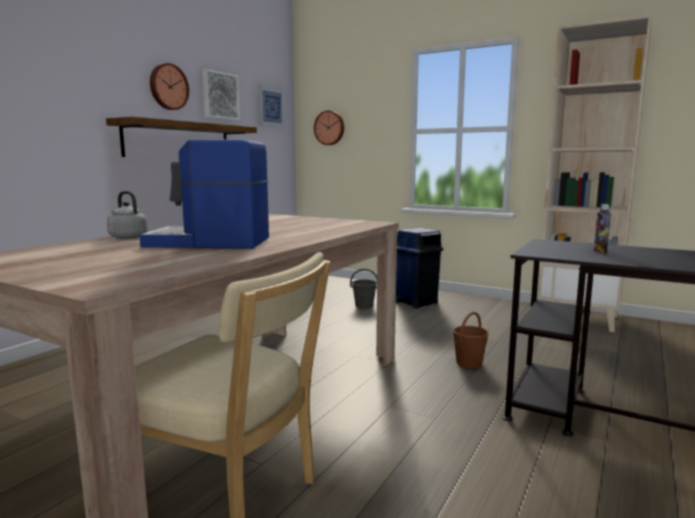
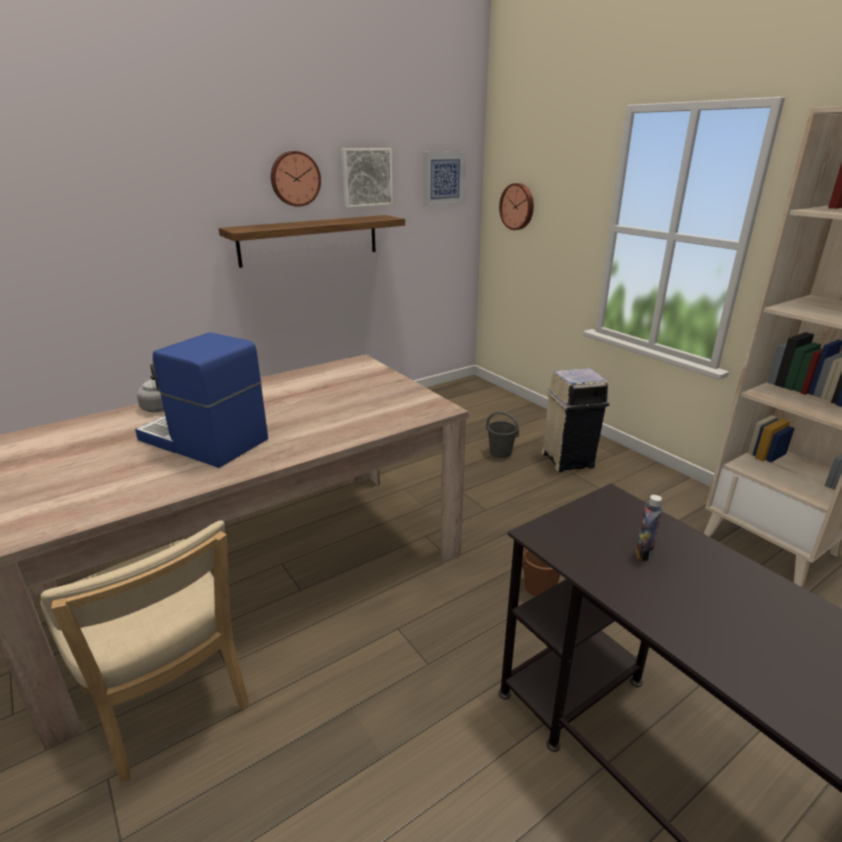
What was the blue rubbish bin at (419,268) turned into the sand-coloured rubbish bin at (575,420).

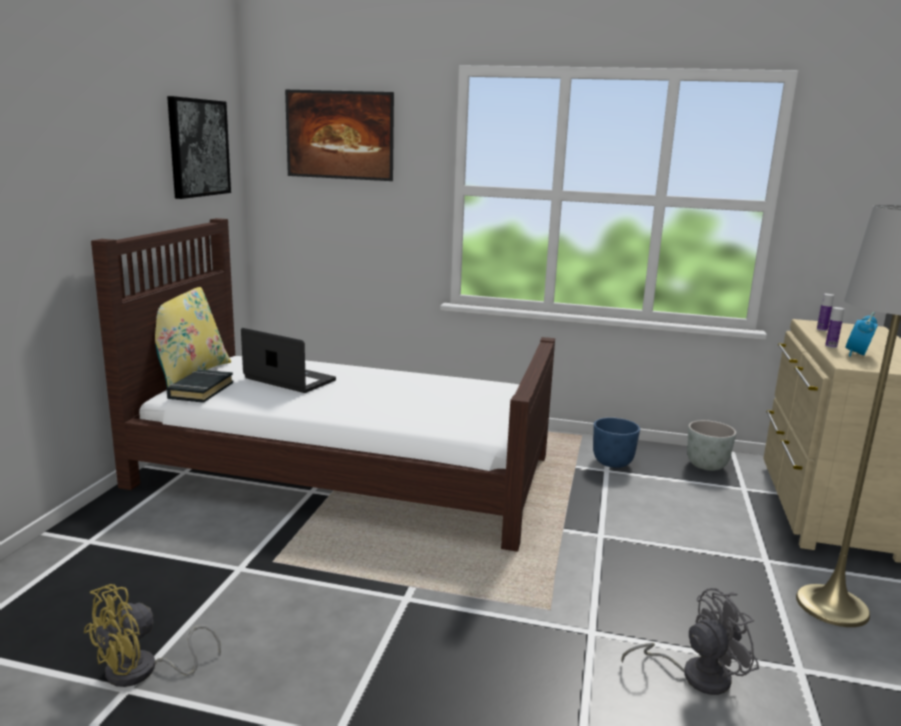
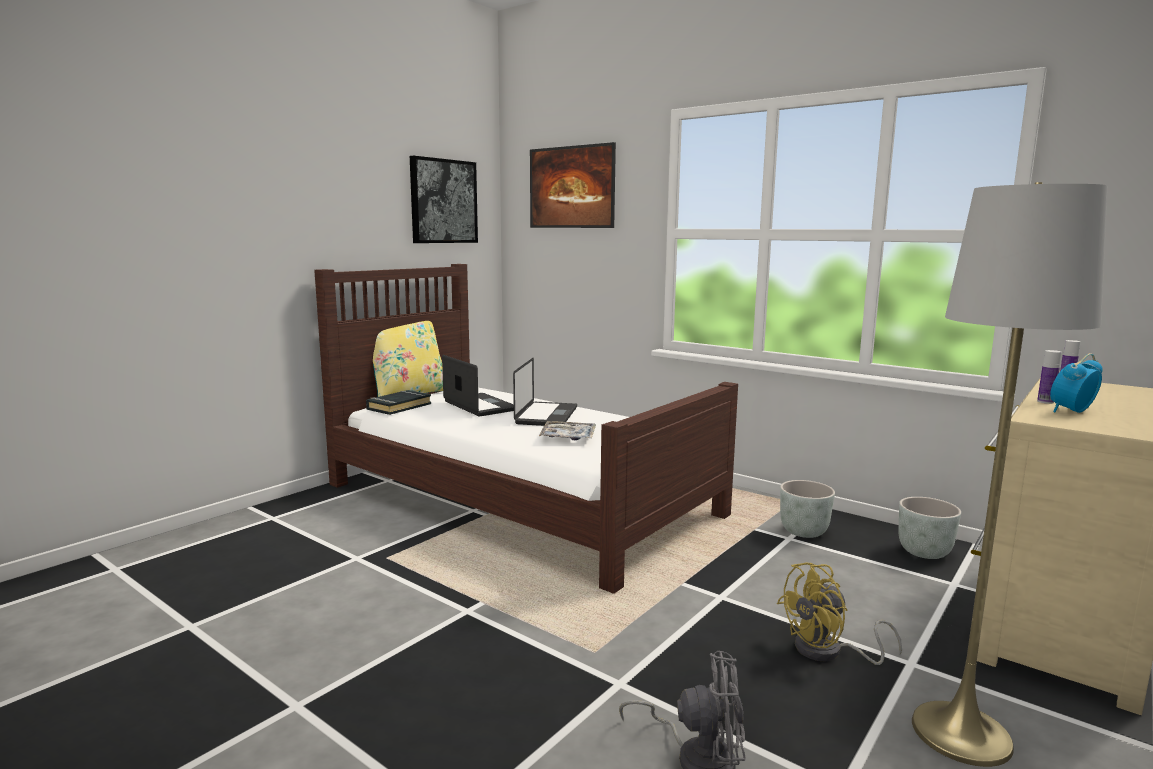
The second view gained the laptop at (545,392).
The second view gained the serving tray at (567,430).
The yellow-coloured cooling fan ended up elsewhere, having gone from (152,635) to (839,614).
What was the blue planter at (616,442) turned into the grey planter at (807,509).

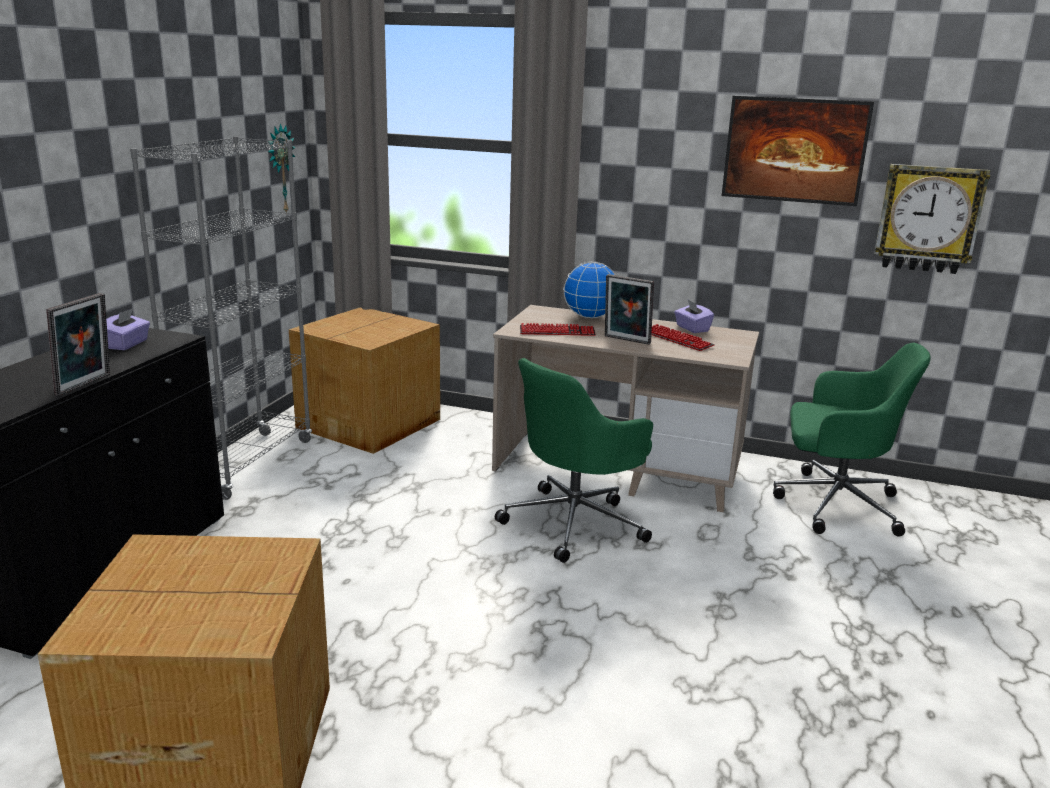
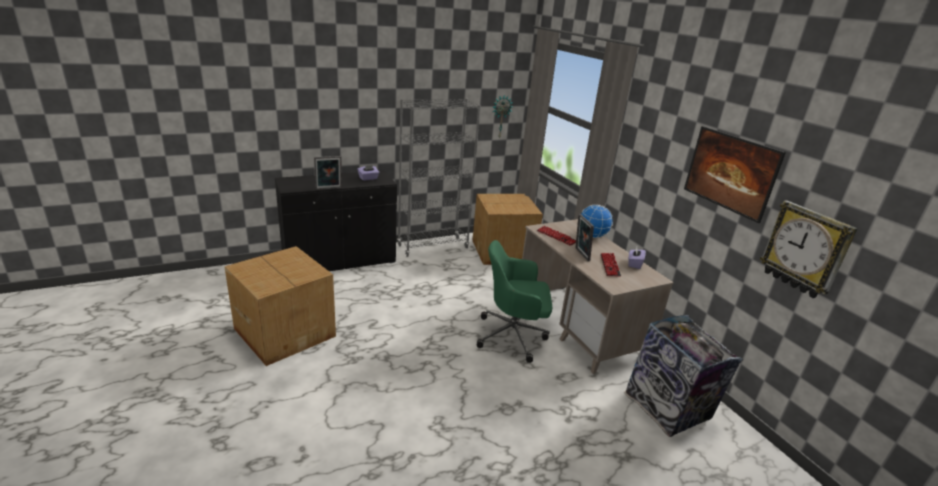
Where the green computer chair stood at (852,440), the rubbish bin came to stand at (683,376).

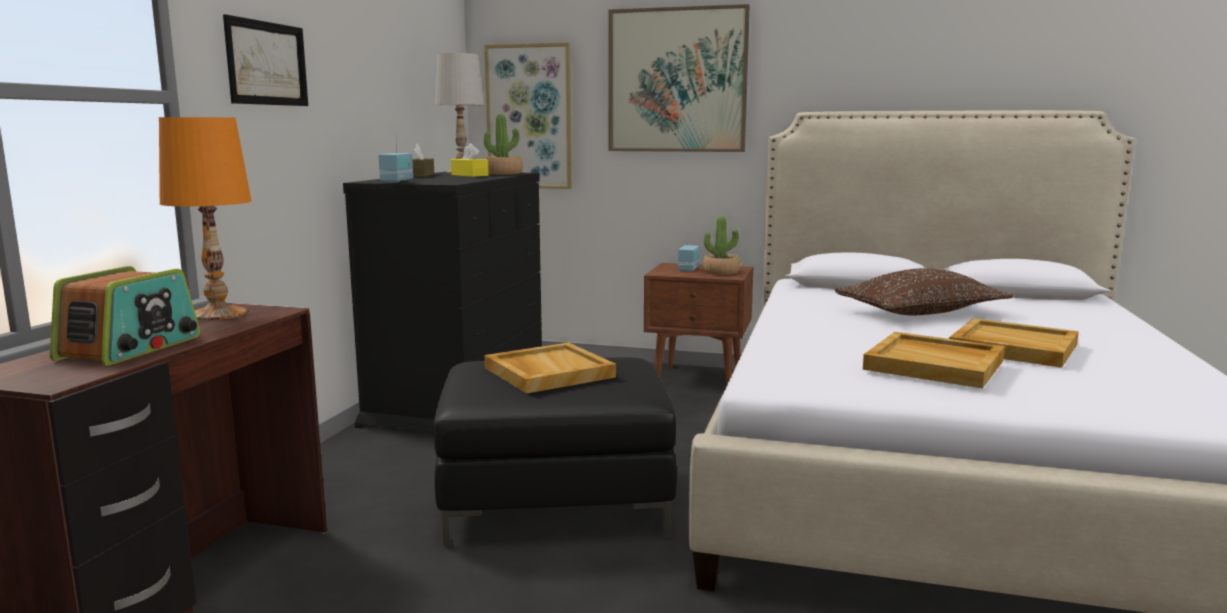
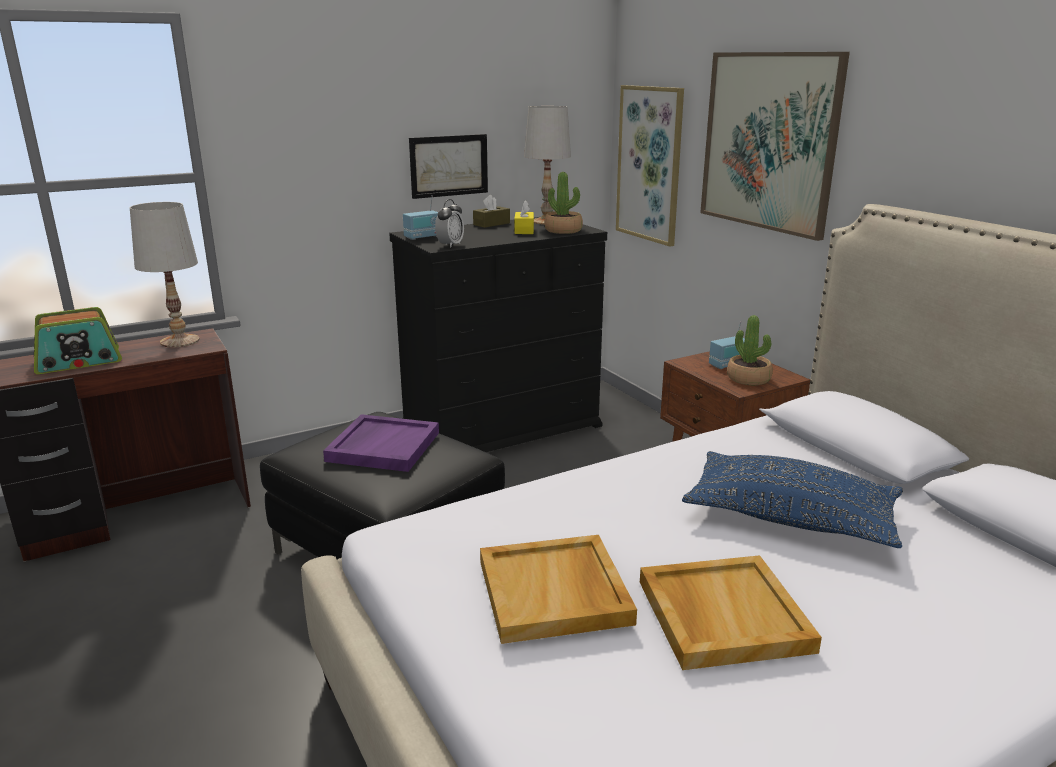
What was the orange-coloured table lamp at (205,218) turned into the white-coloured table lamp at (165,274).
What was the sand-coloured serving tray at (550,368) turned into the purple serving tray at (381,443).
The wall art ended up elsewhere, having gone from (265,60) to (448,166).
The second view gained the alarm clock at (449,223).
What was the brown-coloured pillow at (924,291) turned into the blue pillow at (792,499).

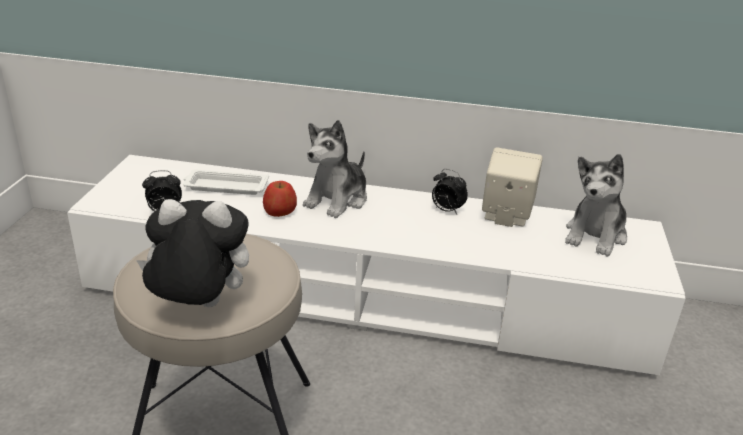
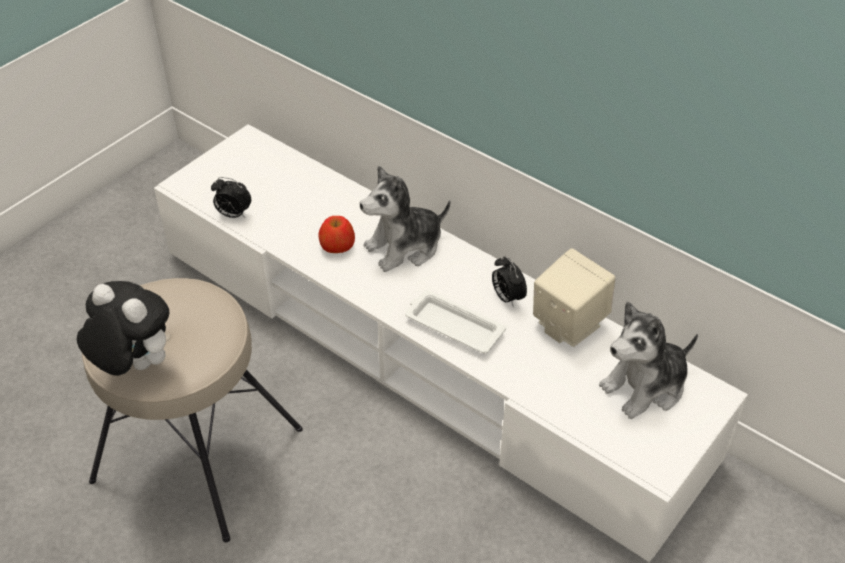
The white-coloured serving tray ended up elsewhere, having gone from (226,182) to (455,322).

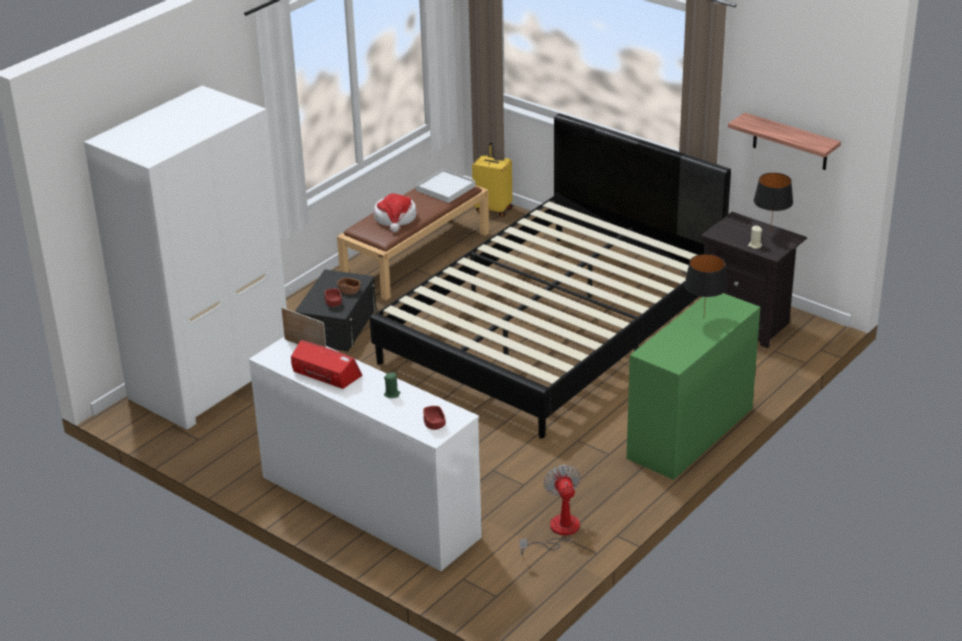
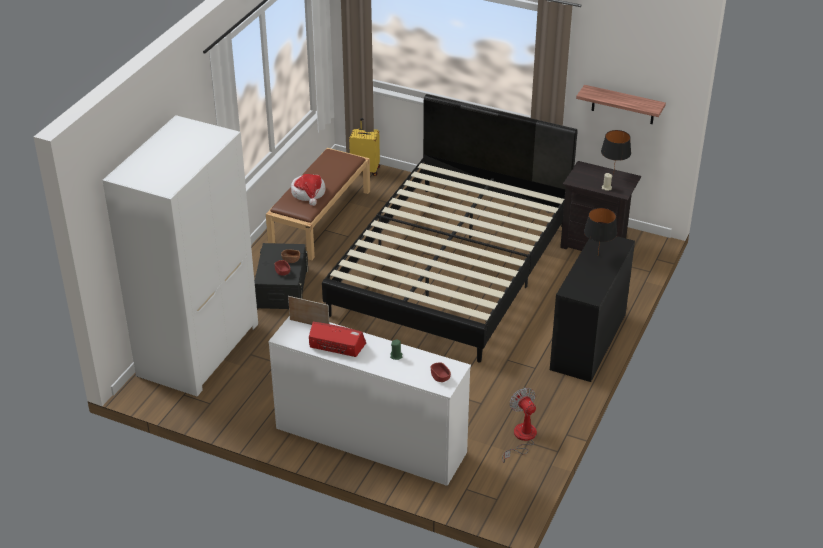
What was the green desk table at (693,386) turned into the blackish desk table at (592,309).
The second view lost the white-coloured serving tray at (445,186).

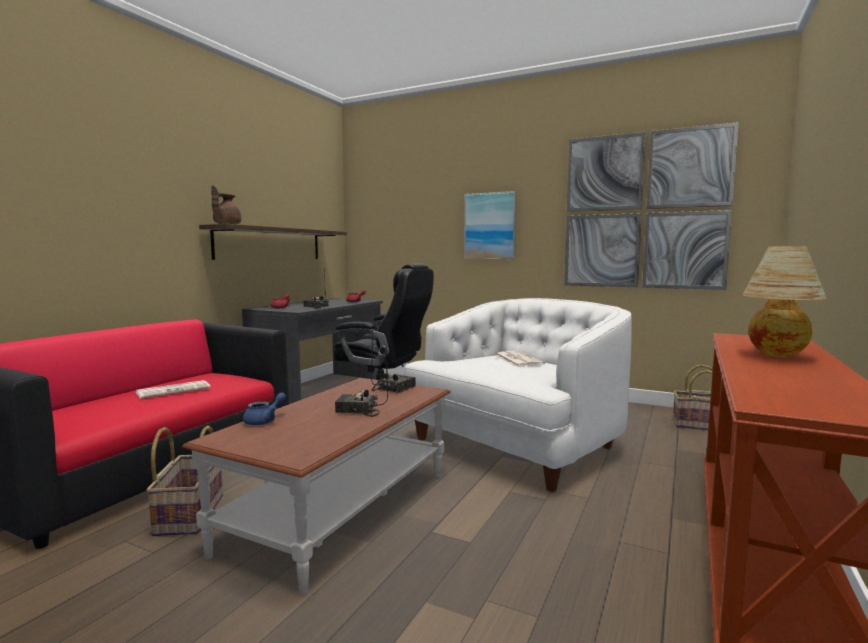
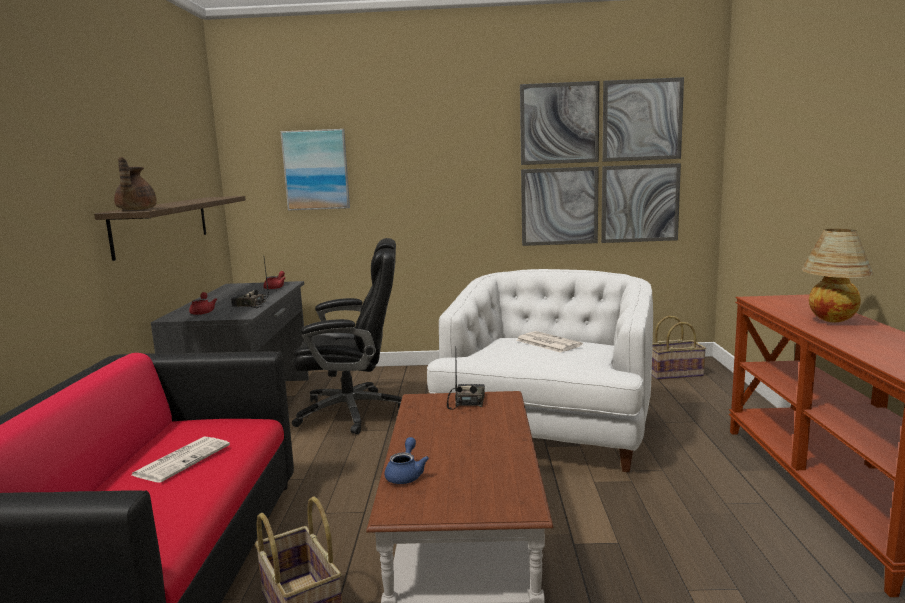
The wall art ended up elsewhere, having gone from (490,225) to (315,170).
The second view lost the radio set at (361,382).

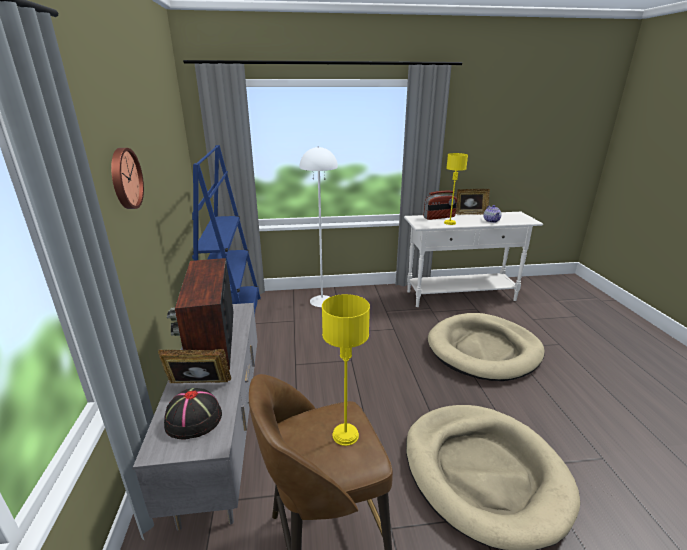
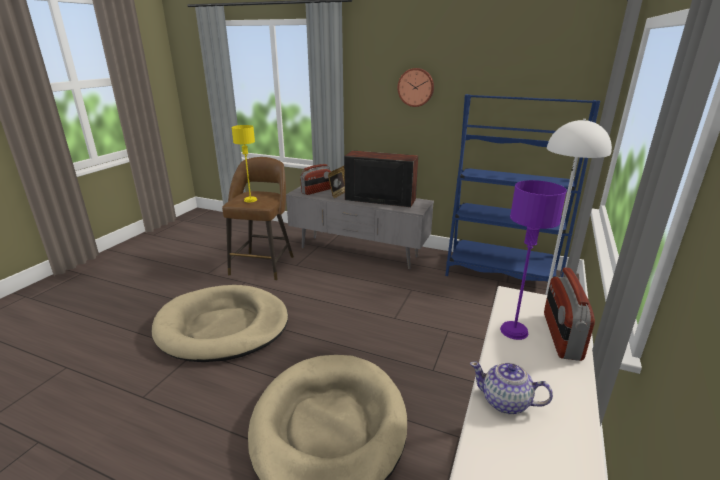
Where the blackish hat stood at (193,413), the radio set came to stand at (315,179).
What was the yellow-coloured table lamp at (456,189) turned into the purple table lamp at (533,260).
The second view lost the picture frame at (473,202).

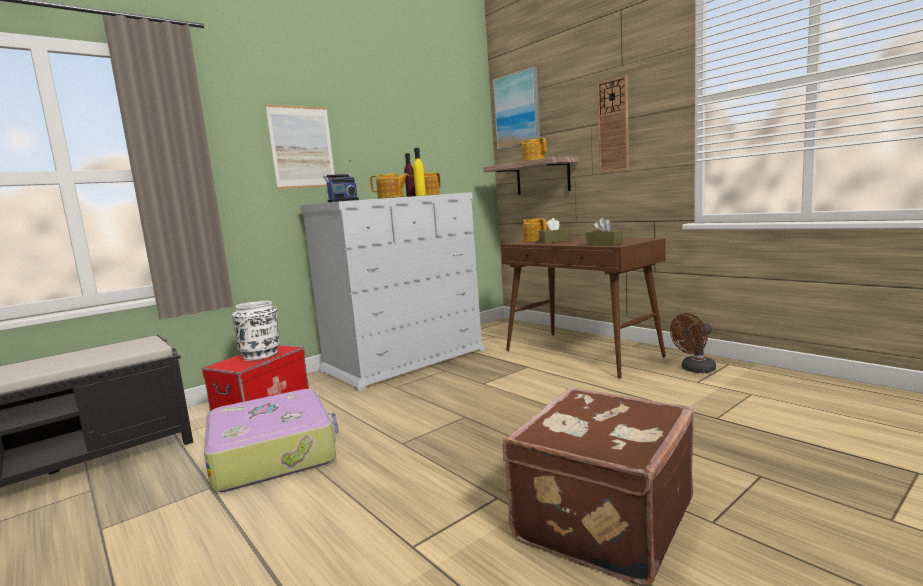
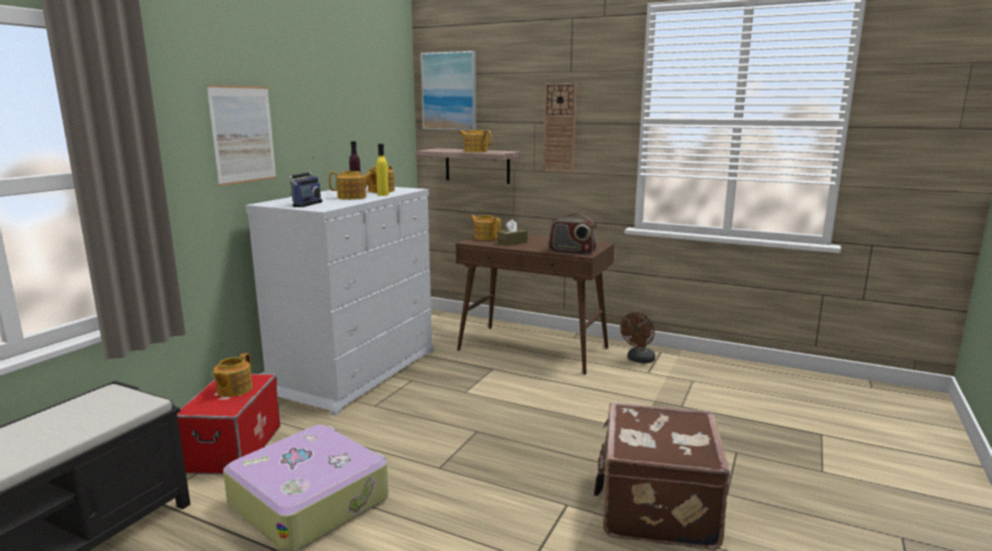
Where the white-coloured vase stood at (256,330), the pot for tea came to stand at (232,375).
Where the brown-coloured tissue holder stood at (604,232), the radio set came to stand at (572,234).

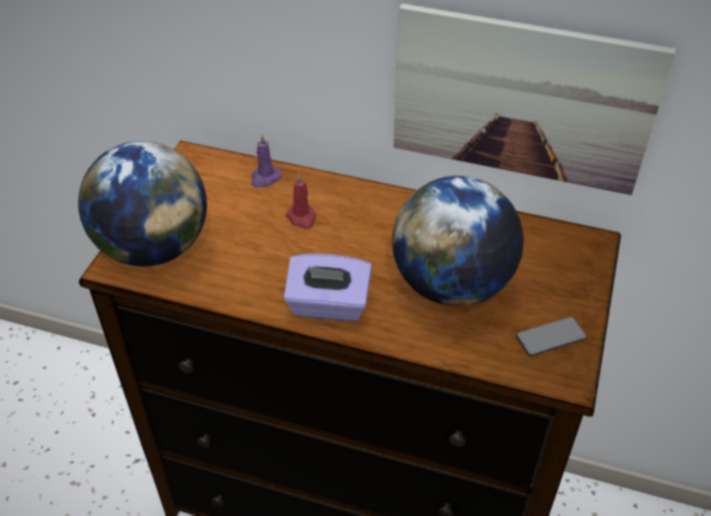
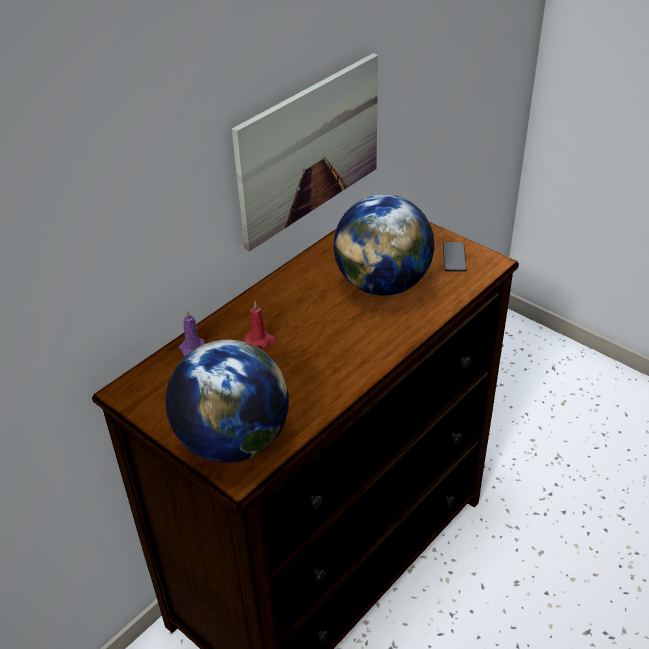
The second view lost the purple tissue holder at (328,287).

